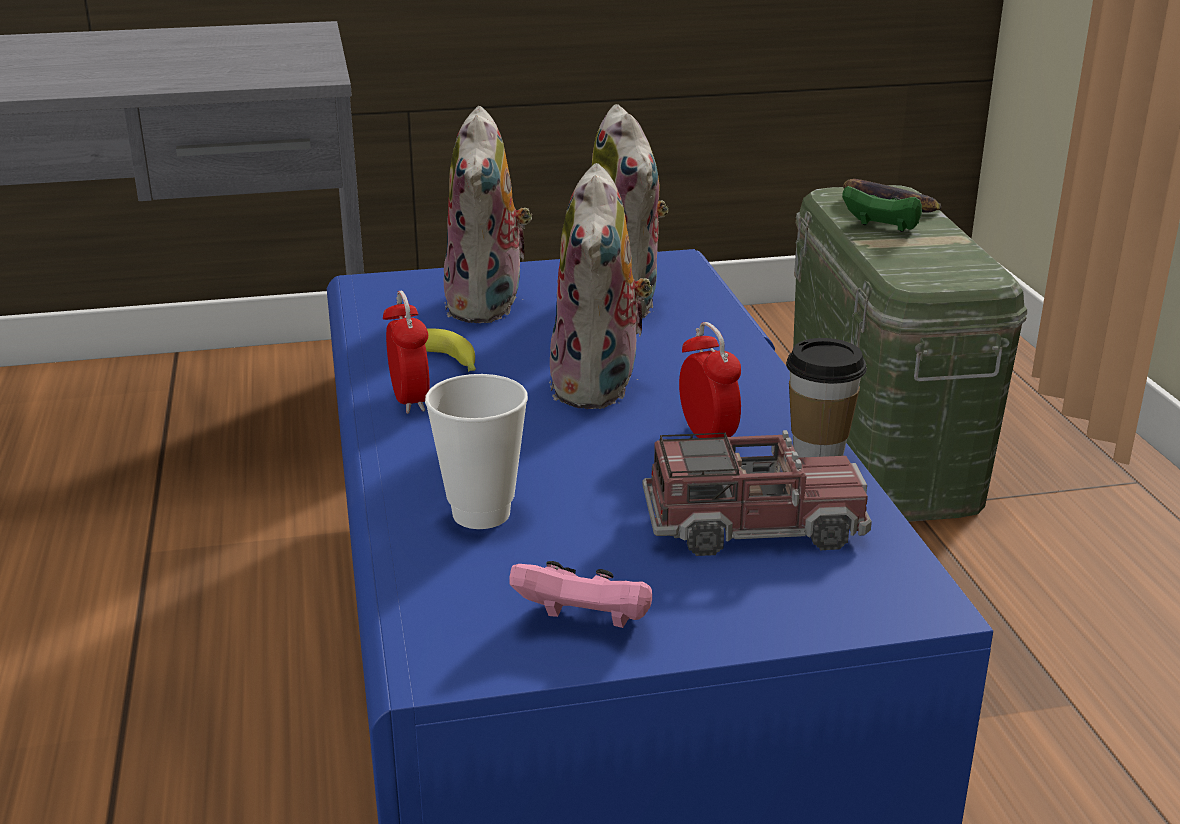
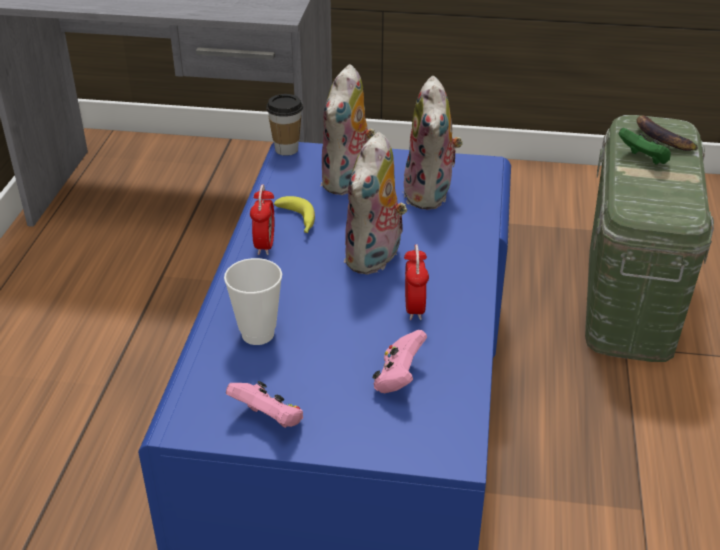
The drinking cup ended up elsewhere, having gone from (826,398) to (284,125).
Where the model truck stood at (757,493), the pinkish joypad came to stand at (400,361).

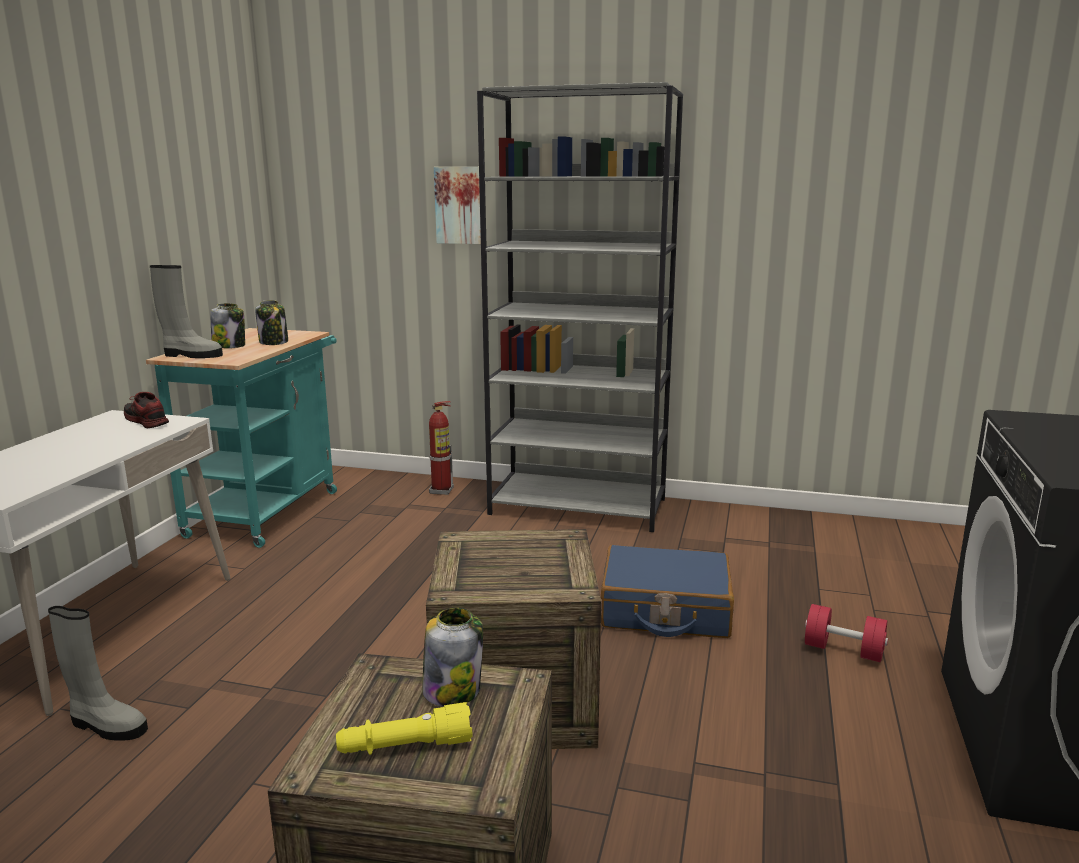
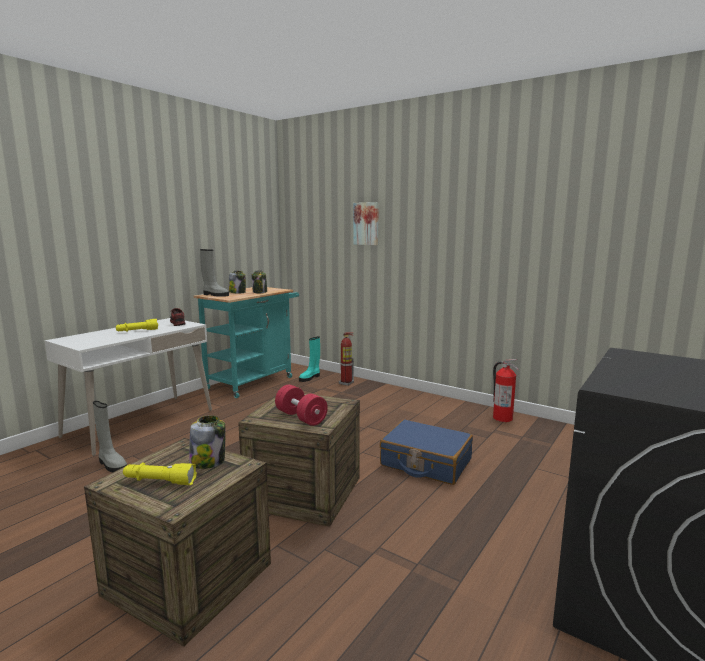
The second view gained the yellow-coloured torch at (137,325).
The red-coloured hand weight ended up elsewhere, having gone from (846,633) to (301,405).
The second view gained the turquoise boot at (309,359).
The second view gained the fire extinguisher at (506,390).
The second view lost the grey shelving unit at (580,307).

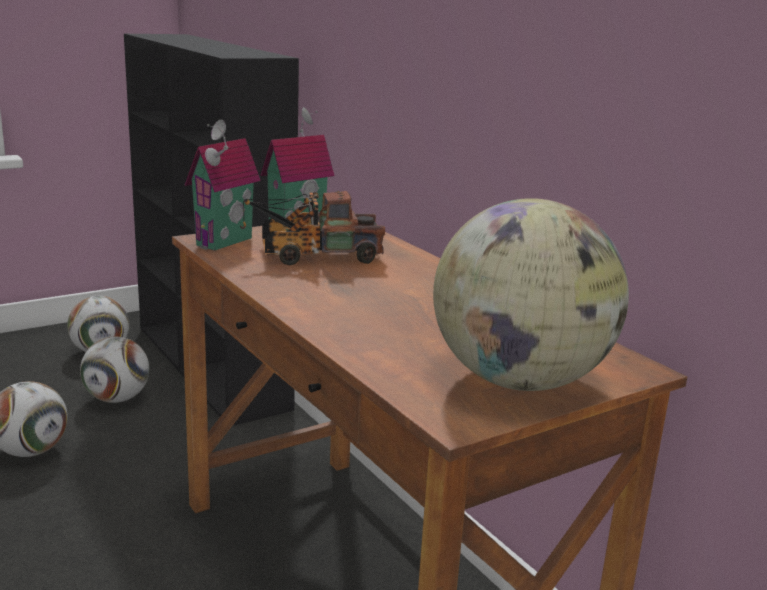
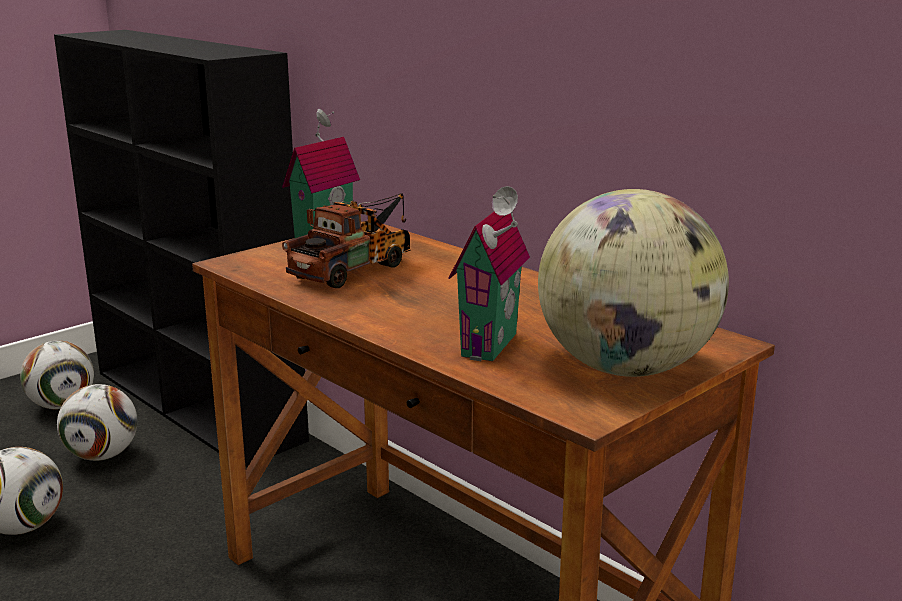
The model truck at (312,228) ended up facing another way, 150 degrees clockwise from before.
The miniature house ended up elsewhere, having gone from (223,185) to (489,273).

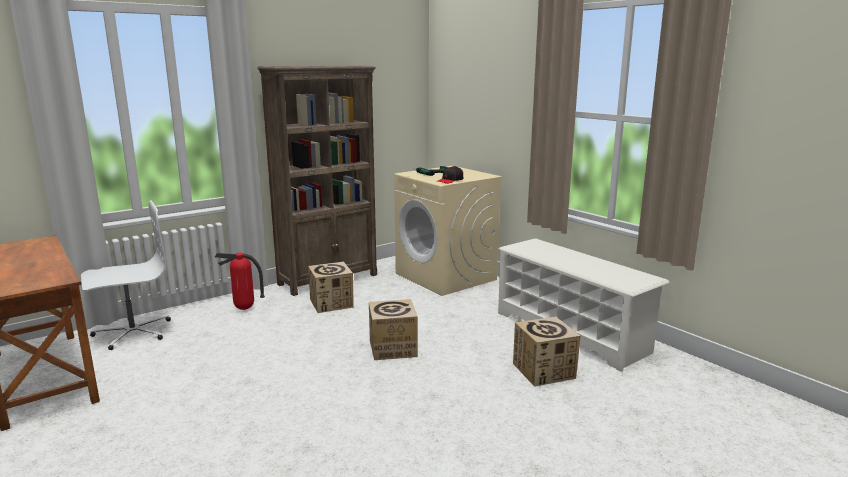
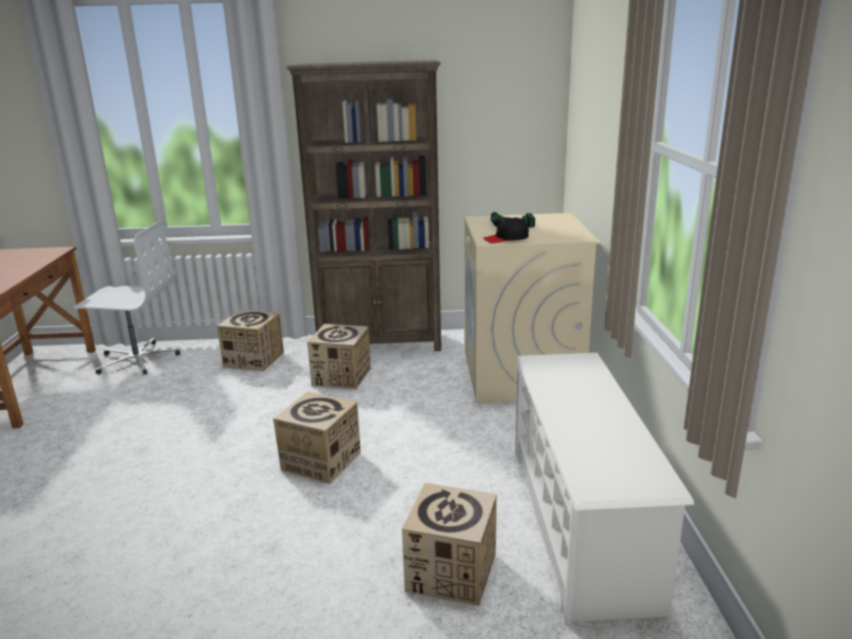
Where the fire extinguisher stood at (240,281), the cardboard box came to stand at (250,340).

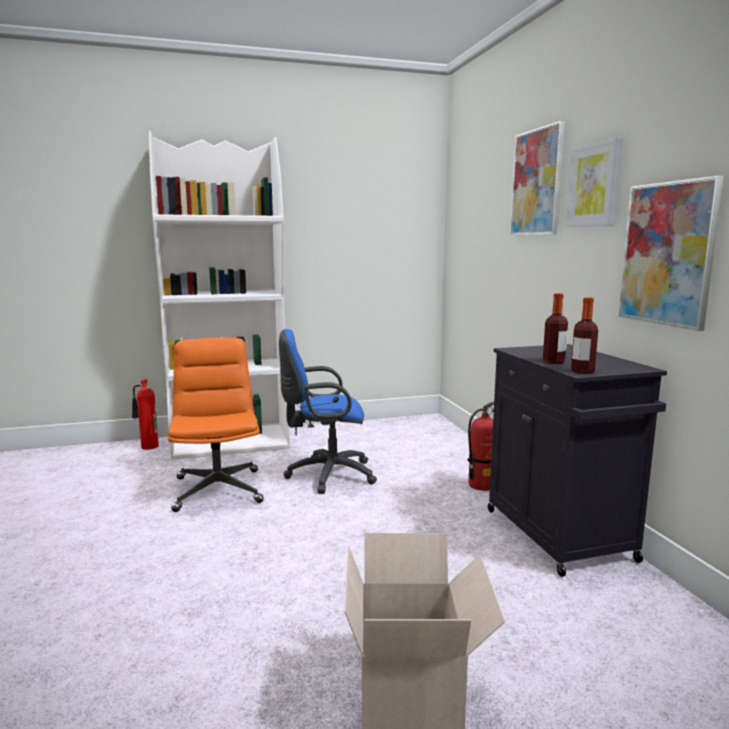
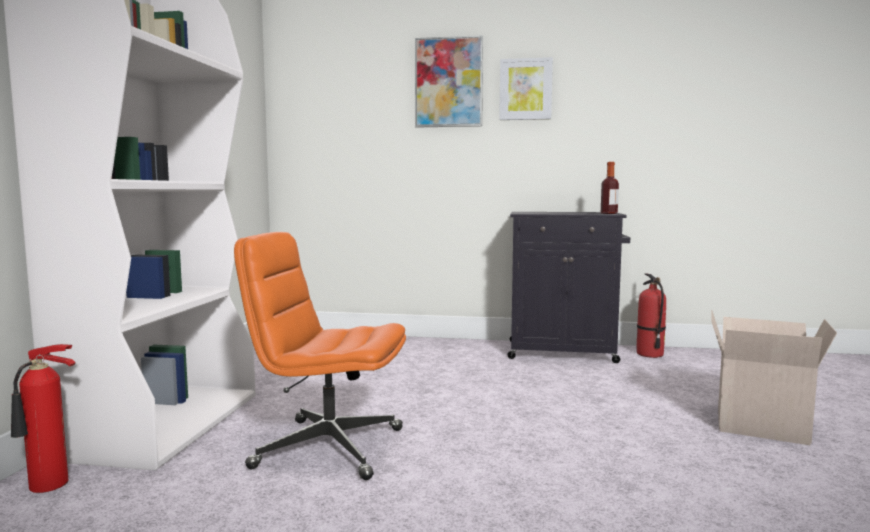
The fire extinguisher ended up elsewhere, having gone from (480,446) to (651,316).
The second view lost the blue computer chair at (328,411).
The second view lost the bottle at (555,328).
The second view lost the wall art at (671,253).

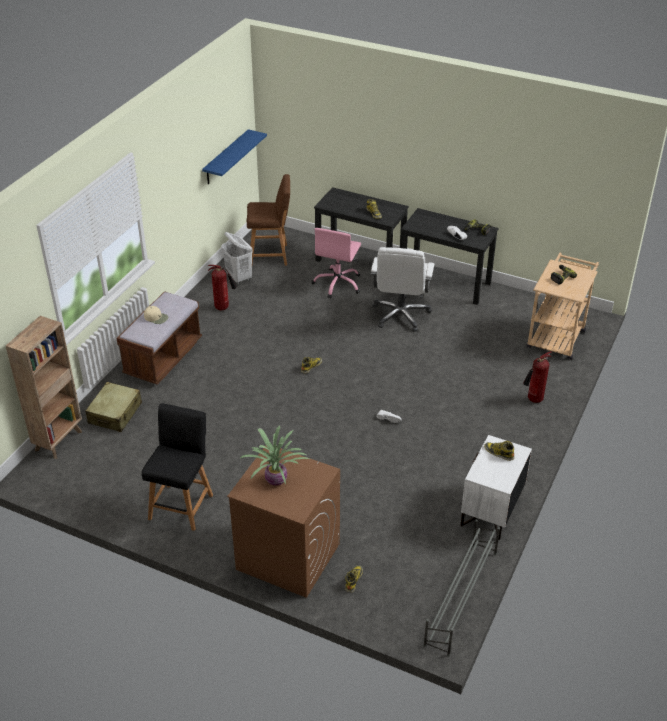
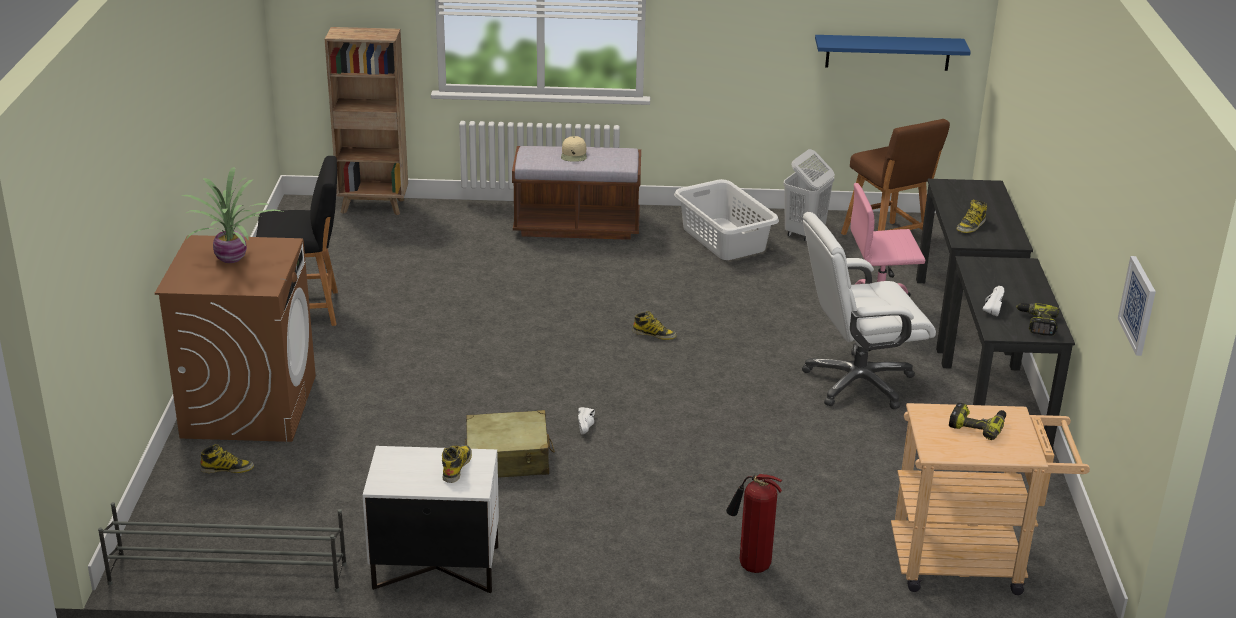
The sand-coloured suitcase ended up elsewhere, having gone from (113,407) to (510,444).
Where the fire extinguisher stood at (222,287), the white-coloured hamper came to stand at (726,219).
The second view gained the wall art at (1137,306).

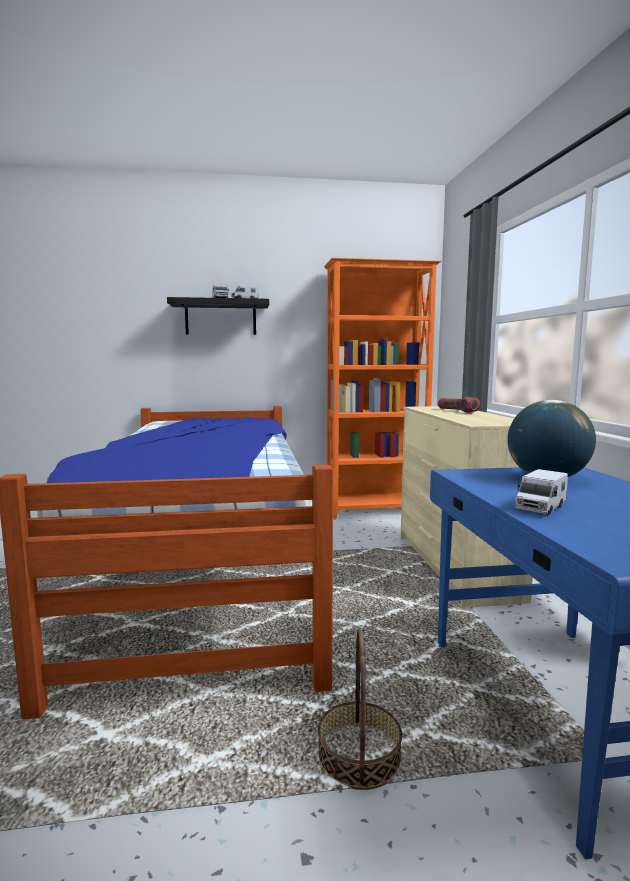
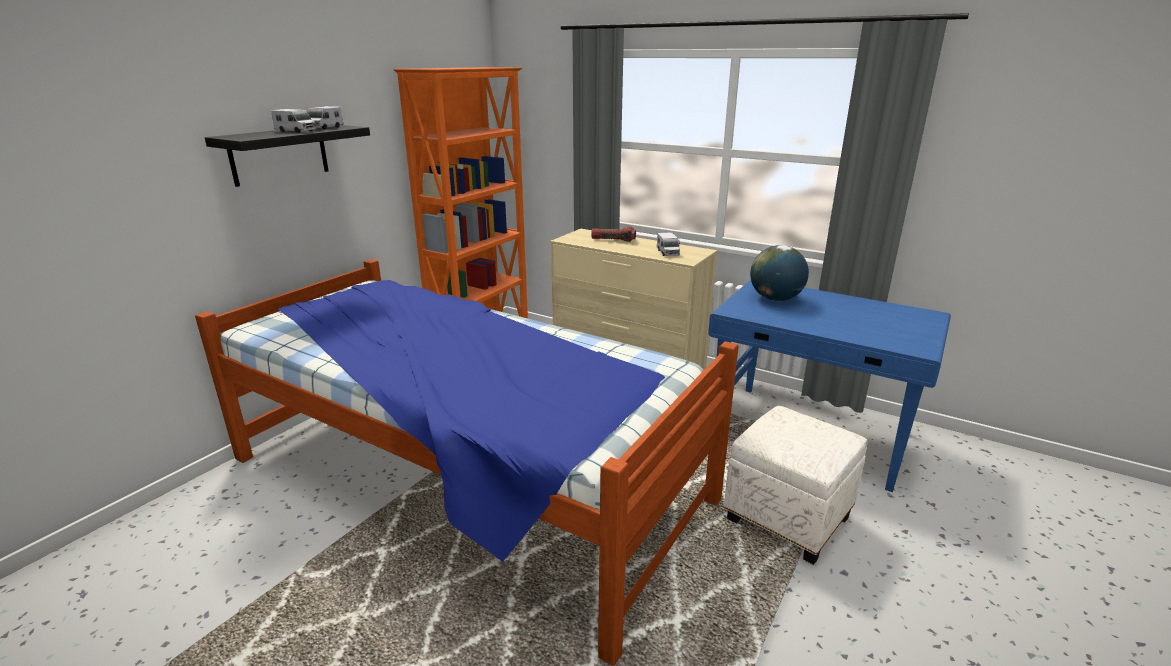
The model truck ended up elsewhere, having gone from (541,492) to (668,244).
Where the storage basket stood at (360,709), the white-coloured ottoman came to stand at (795,485).

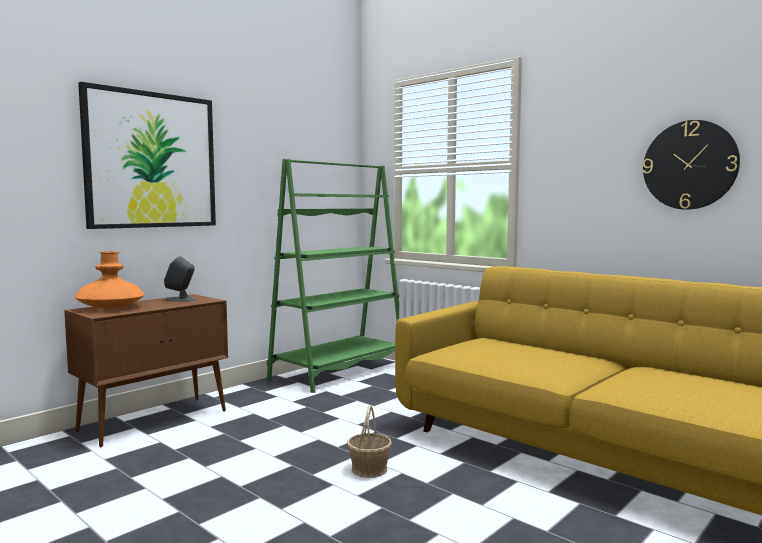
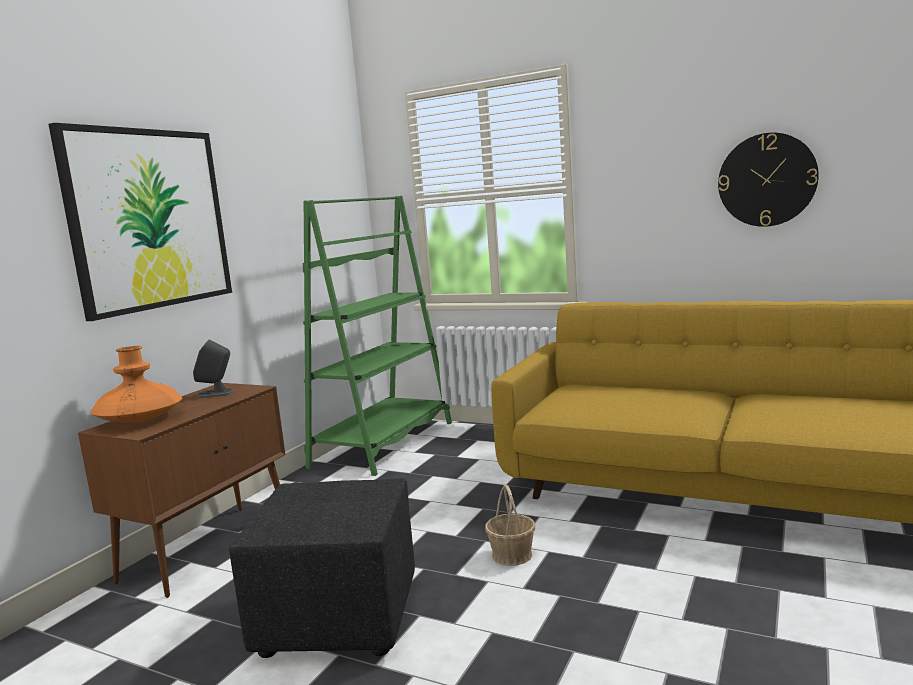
The second view gained the blackish ottoman at (322,568).

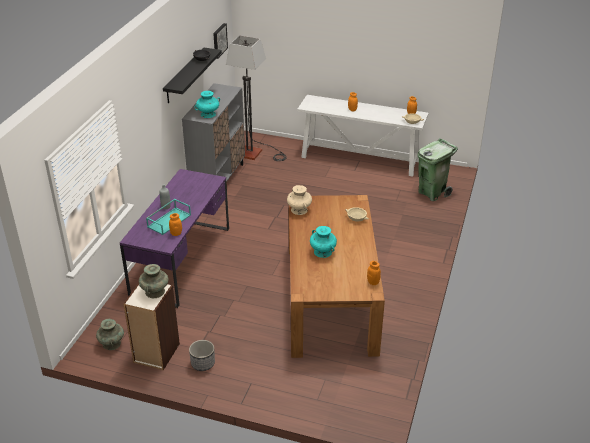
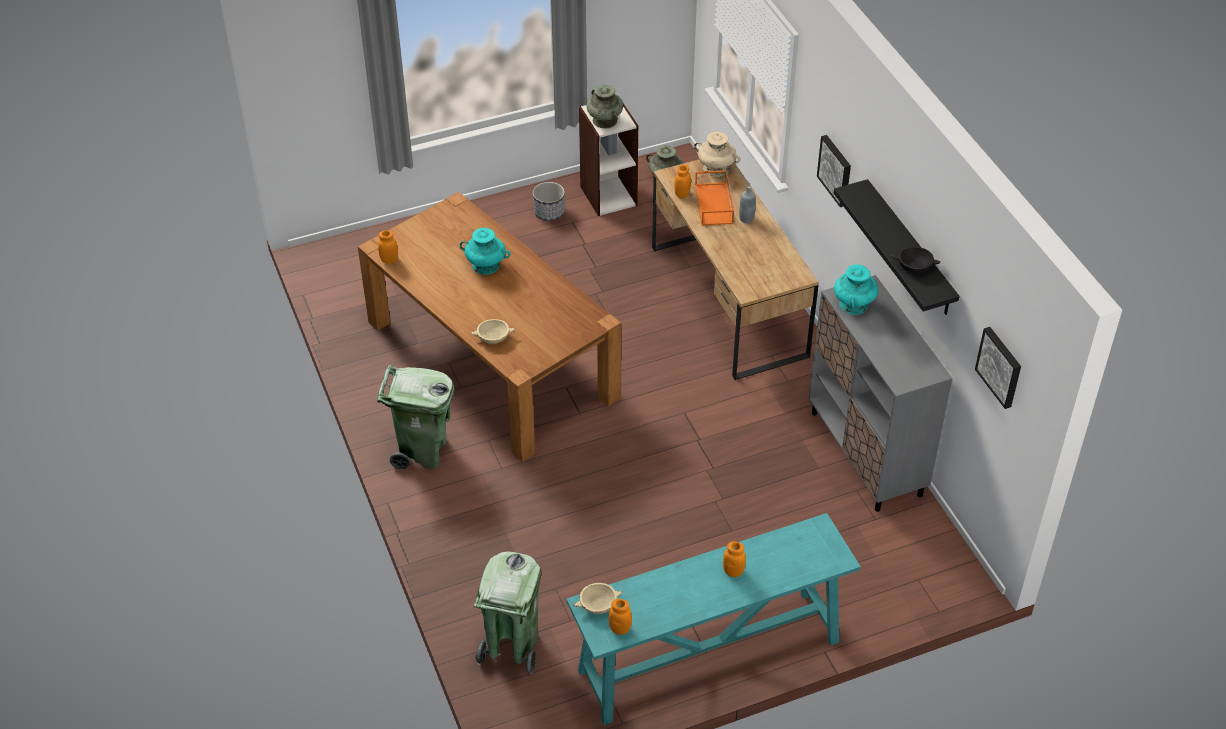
The second view gained the green rubbish bin at (415,417).
What was the white-coloured hall table at (362,136) turned into the turquoise hall table at (713,619).
What was the purple desk table at (174,238) turned into the brown-coloured desk table at (735,270).
The sand-coloured vase ended up elsewhere, having gone from (299,200) to (717,154).
What was the turquoise serving tray at (168,217) turned into the orange-coloured serving tray at (714,198).
The second view gained the wall art at (834,171).
The second view lost the standard lamp at (256,98).

